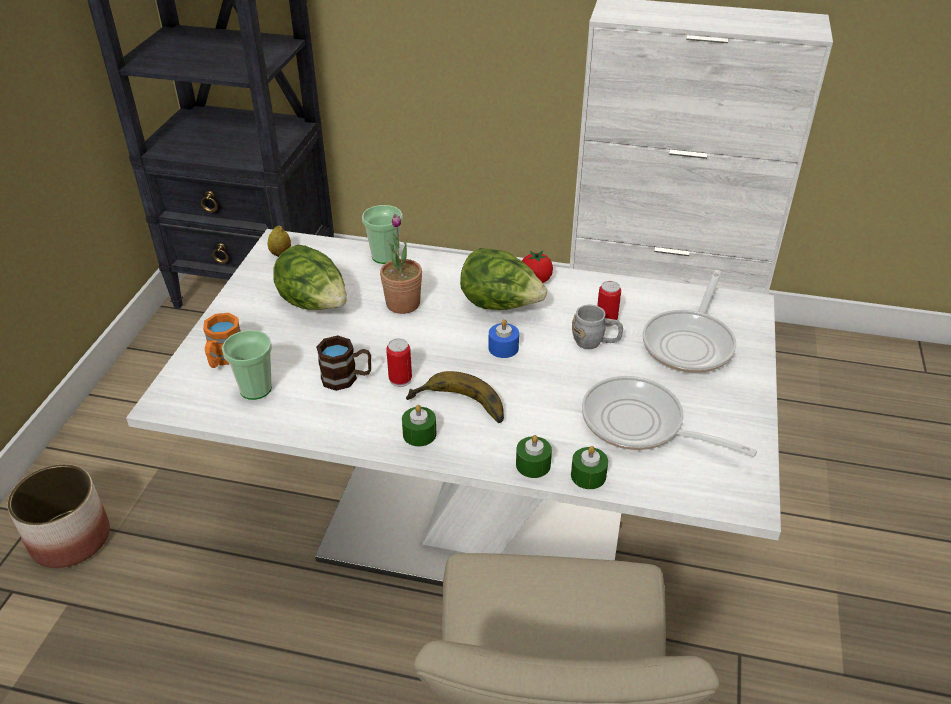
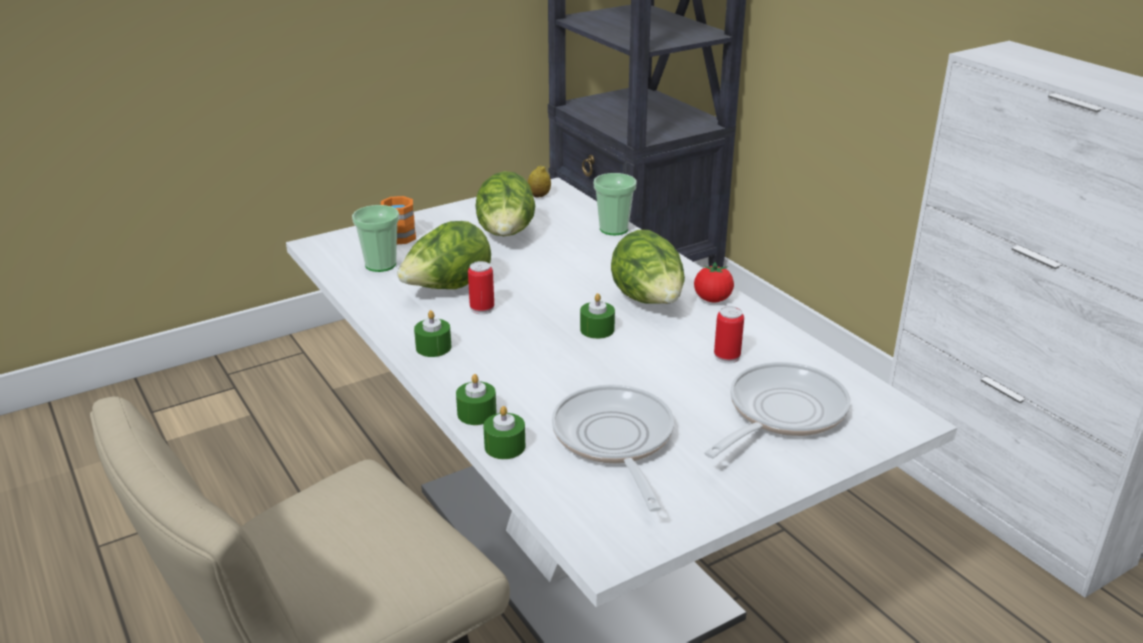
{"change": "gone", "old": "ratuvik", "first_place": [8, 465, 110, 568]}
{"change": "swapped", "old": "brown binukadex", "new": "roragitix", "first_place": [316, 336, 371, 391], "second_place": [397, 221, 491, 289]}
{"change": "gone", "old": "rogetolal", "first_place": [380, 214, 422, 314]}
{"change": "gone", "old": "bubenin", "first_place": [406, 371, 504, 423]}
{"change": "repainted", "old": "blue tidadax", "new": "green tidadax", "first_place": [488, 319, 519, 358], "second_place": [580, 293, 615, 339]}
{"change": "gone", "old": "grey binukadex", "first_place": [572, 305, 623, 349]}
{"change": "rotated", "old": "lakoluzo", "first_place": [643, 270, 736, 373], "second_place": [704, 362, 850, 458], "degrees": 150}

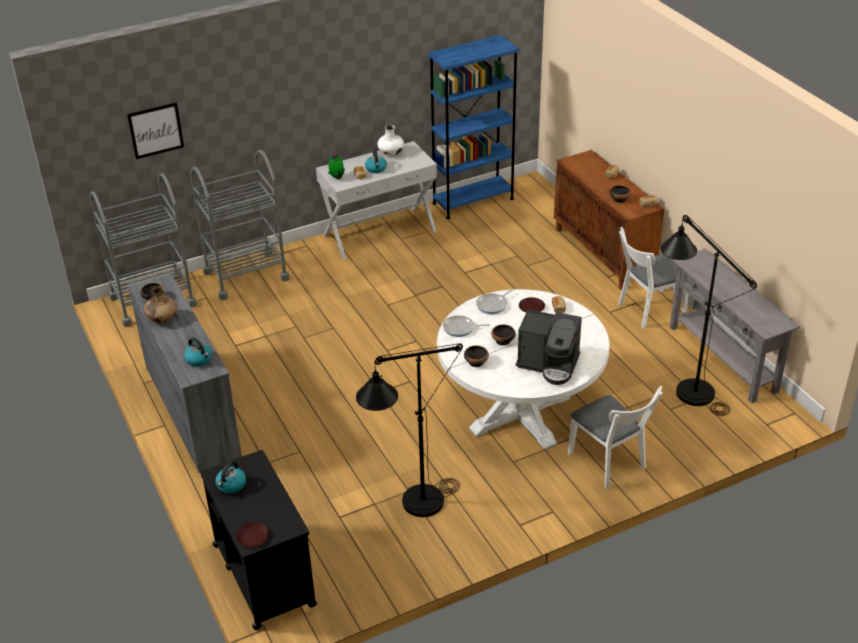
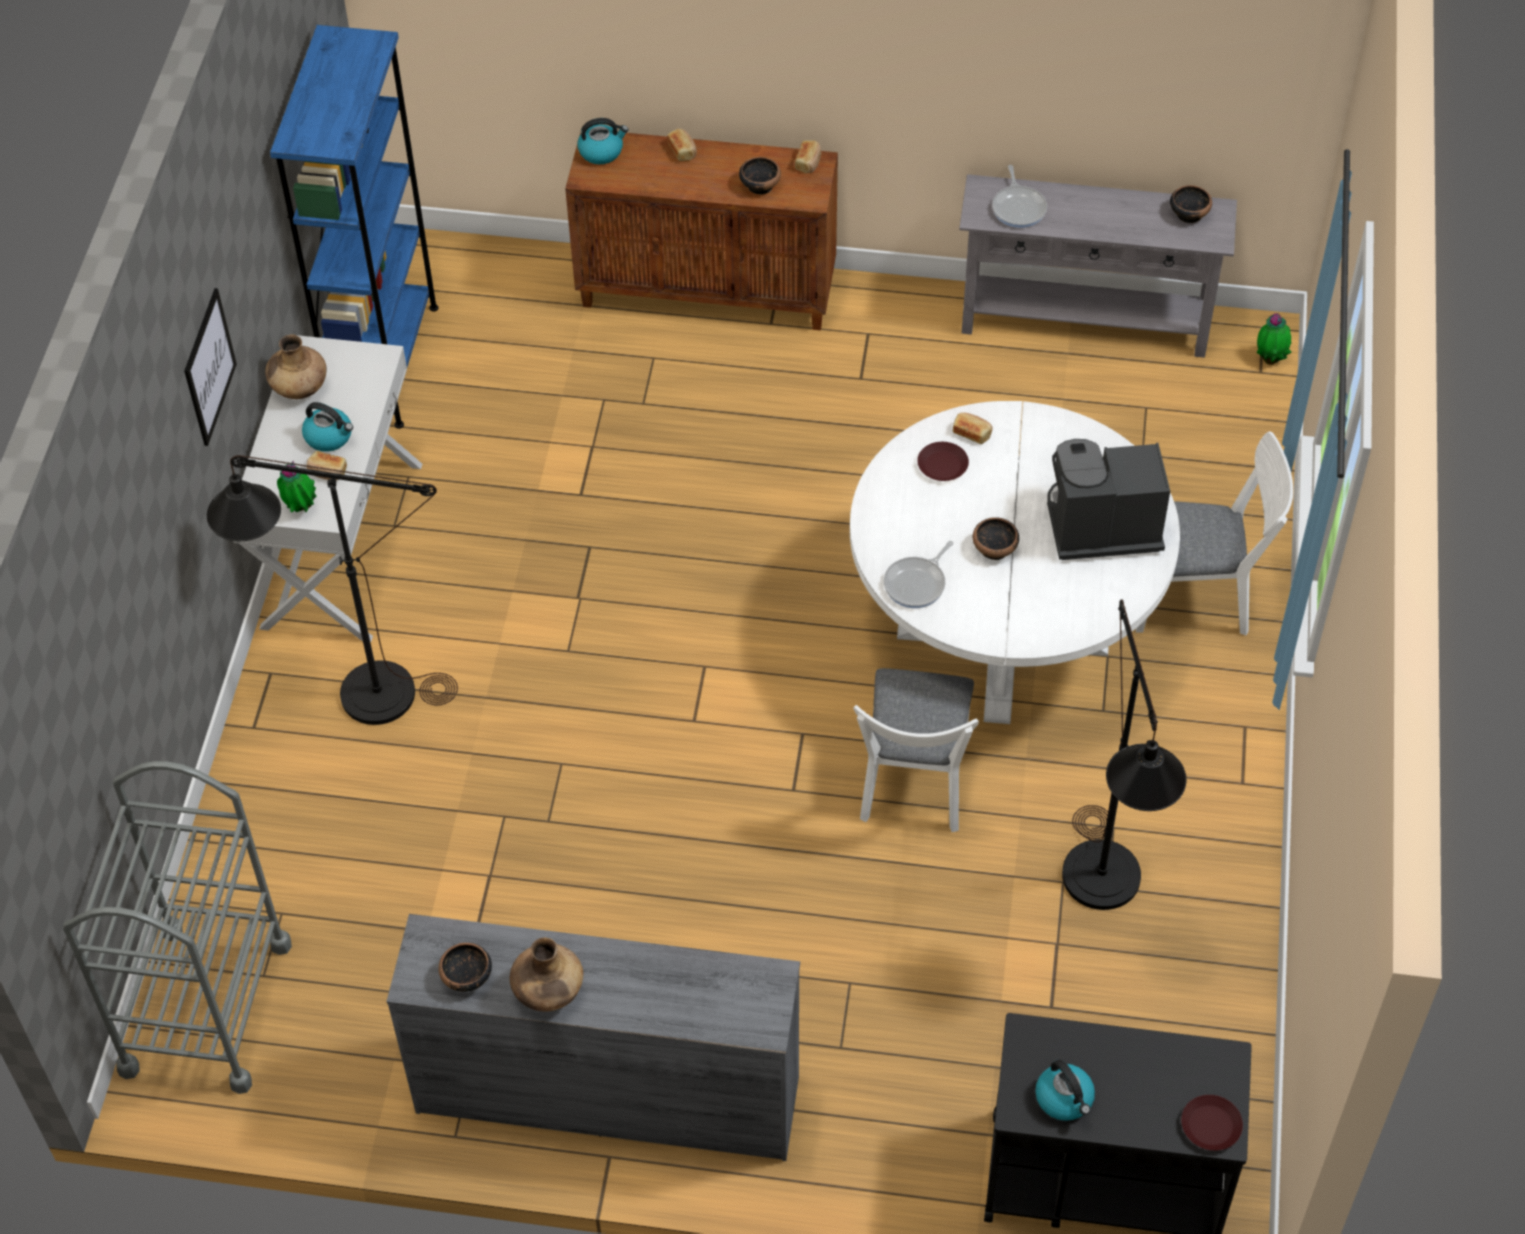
{"change": "shifted", "old": "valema", "first_place": [127, 102, 184, 159], "second_place": [184, 288, 237, 446]}
{"change": "shifted", "old": "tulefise", "first_place": [184, 337, 212, 366], "second_place": [577, 118, 629, 164]}
{"change": "gone", "old": "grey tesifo", "first_place": [190, 150, 290, 300]}
{"change": "repainted", "old": "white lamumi", "new": "brown lamumi", "first_place": [377, 125, 404, 156], "second_place": [265, 334, 326, 399]}
{"change": "shifted", "old": "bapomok", "first_place": [464, 345, 489, 367], "second_place": [1170, 185, 1212, 223]}
{"change": "shifted", "old": "lakoluzo", "first_place": [476, 289, 514, 314], "second_place": [992, 165, 1047, 228]}
{"change": "rotated", "old": "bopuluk", "first_place": [516, 310, 582, 385], "second_place": [1047, 439, 1170, 560], "degrees": -150}
{"change": "shifted", "old": "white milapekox", "first_place": [618, 227, 689, 328], "second_place": [853, 668, 979, 832]}
{"change": "shifted", "old": "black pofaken", "first_place": [660, 215, 757, 416], "second_place": [207, 455, 458, 725]}
{"change": "new", "new": "rogetolal", "second_place": [1257, 313, 1292, 365]}

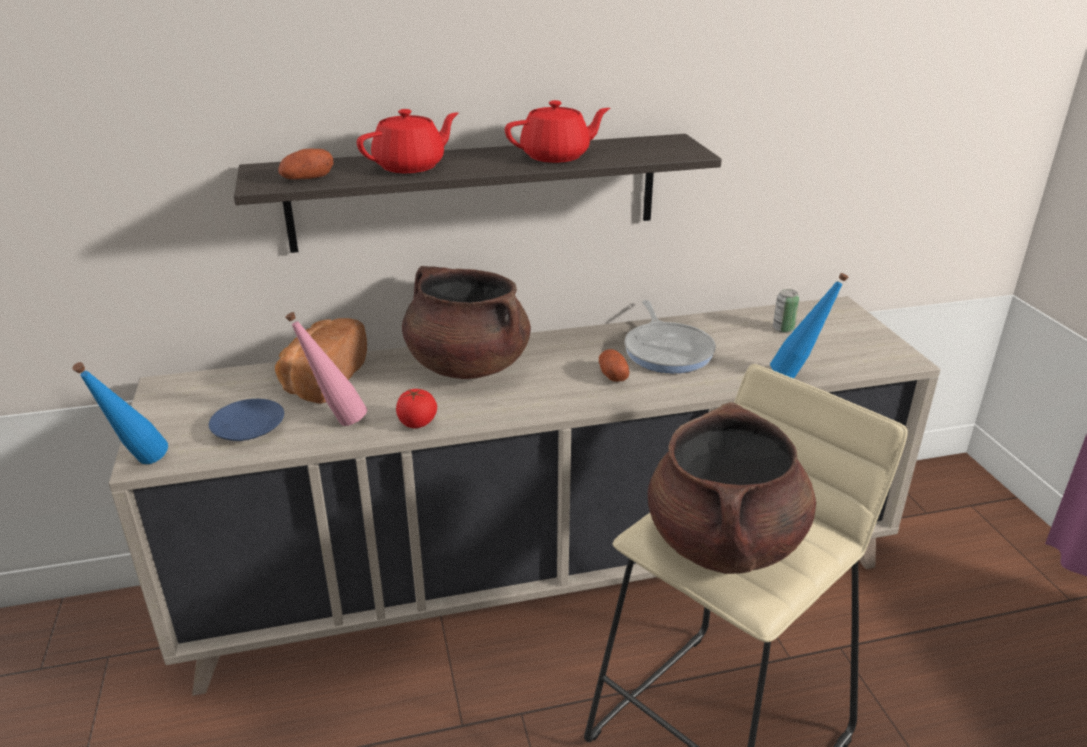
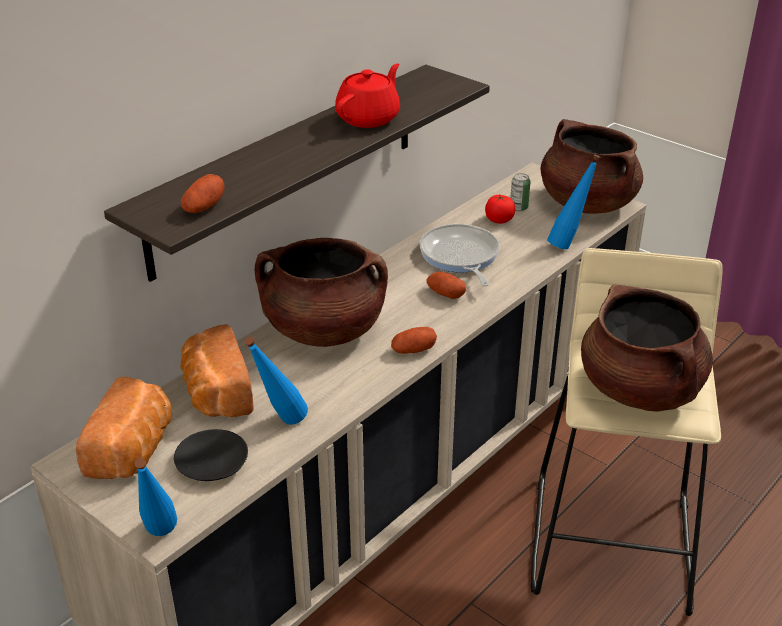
{"change": "repainted", "old": "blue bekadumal", "new": "black bekadumal", "first_place": [209, 399, 284, 441], "second_place": [174, 429, 248, 481]}
{"change": "repainted", "old": "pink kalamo", "new": "blue kalamo", "first_place": [285, 312, 367, 426], "second_place": [245, 337, 308, 425]}
{"change": "gone", "old": "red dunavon", "first_place": [357, 109, 458, 173]}
{"change": "shifted", "old": "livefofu", "first_place": [396, 389, 437, 428], "second_place": [485, 194, 515, 224]}
{"change": "rotated", "old": "lakoluzo", "first_place": [625, 300, 716, 373], "second_place": [420, 224, 500, 286], "degrees": -150}
{"change": "new", "new": "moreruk", "second_place": [76, 377, 172, 479]}
{"change": "new", "new": "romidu", "second_place": [391, 327, 437, 354]}
{"change": "new", "new": "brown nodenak", "second_place": [541, 119, 643, 214]}

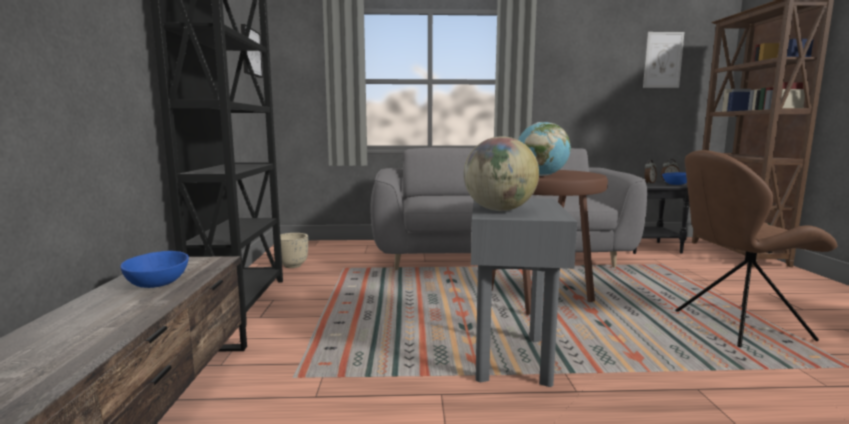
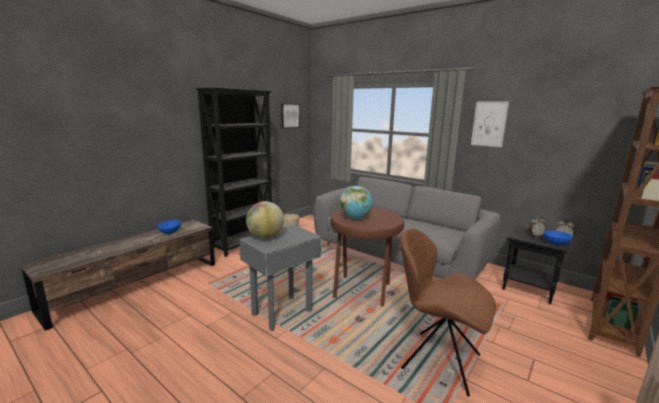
{"change": "shifted", "old": "valema", "first_place": [643, 32, 685, 88], "second_place": [471, 101, 509, 147]}

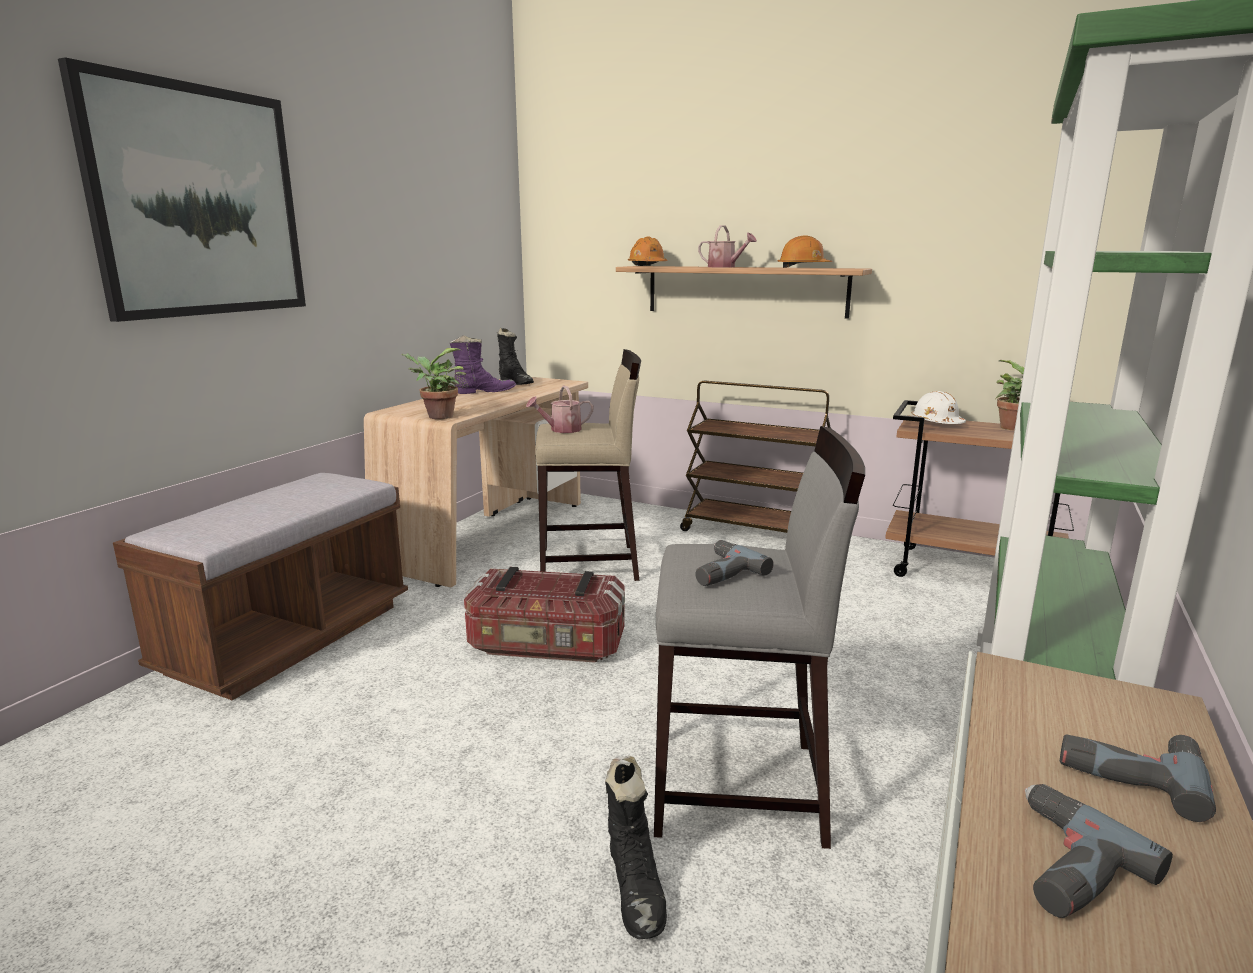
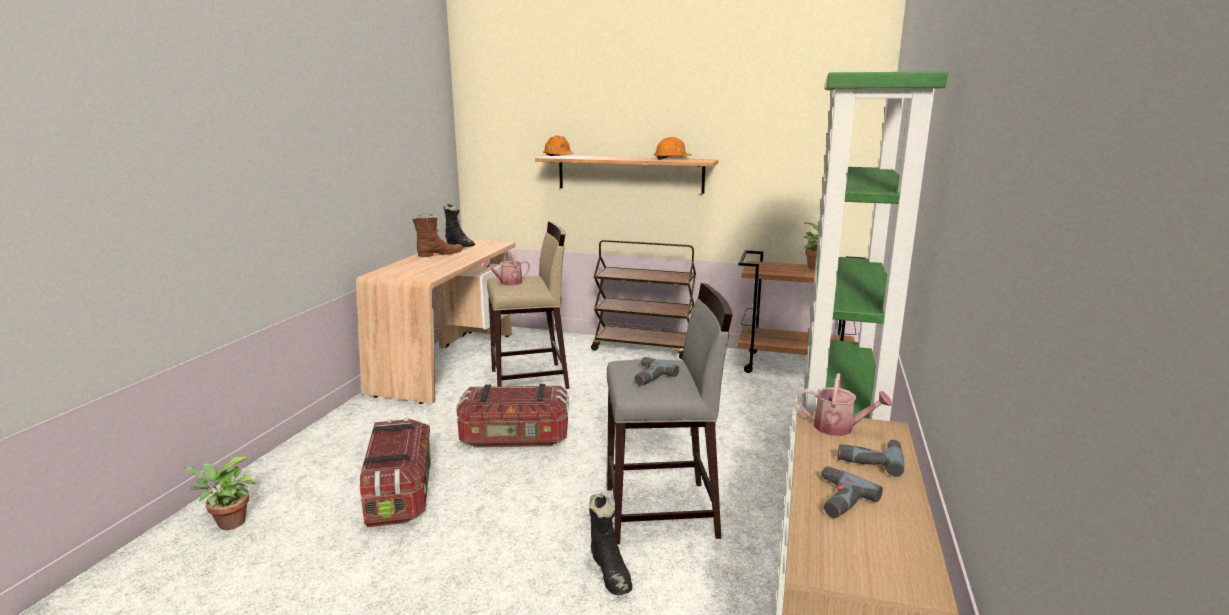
{"change": "gone", "old": "valema", "first_place": [58, 57, 306, 322]}
{"change": "gone", "old": "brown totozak", "first_place": [113, 473, 408, 700]}
{"change": "shifted", "old": "rogetolal", "first_place": [402, 348, 466, 419], "second_place": [184, 456, 255, 530]}
{"change": "repainted", "old": "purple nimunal", "new": "brown nimunal", "first_place": [450, 335, 516, 394], "second_place": [413, 213, 464, 257]}
{"change": "shifted", "old": "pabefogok", "first_place": [698, 225, 757, 268], "second_place": [797, 373, 893, 436]}
{"change": "gone", "old": "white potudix", "first_place": [911, 391, 966, 424]}
{"change": "new", "new": "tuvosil", "second_place": [360, 418, 431, 528]}

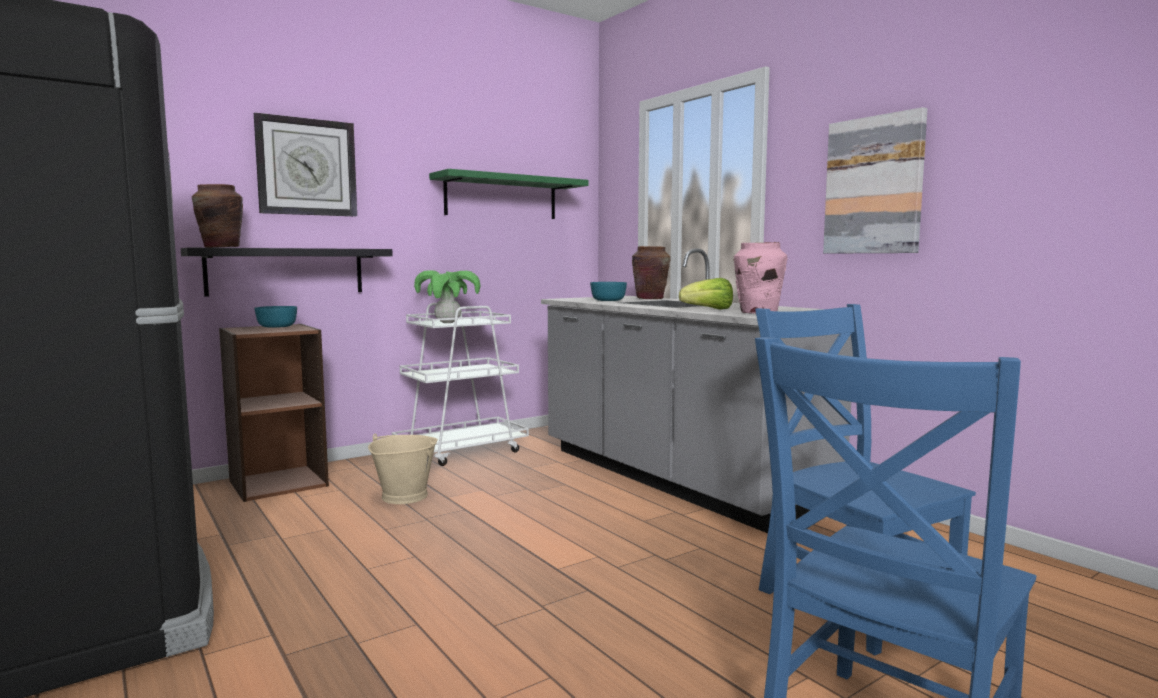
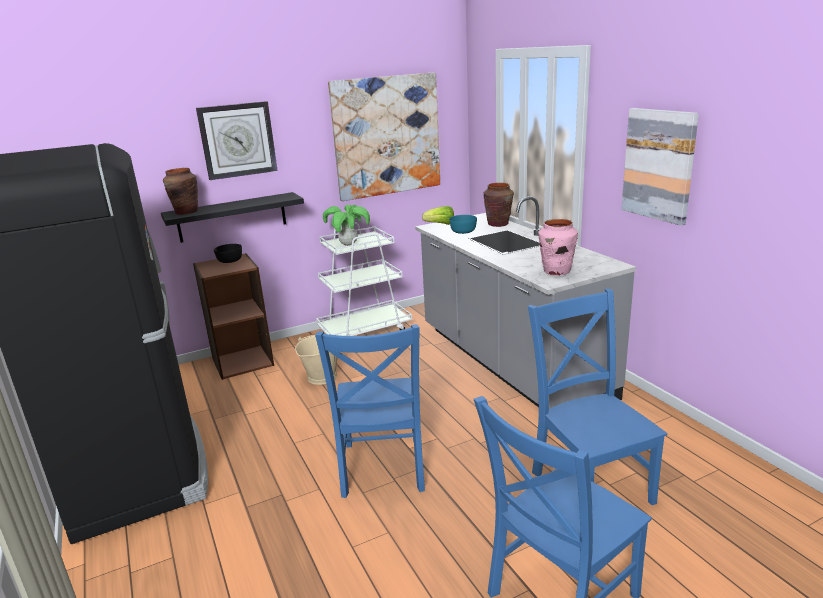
{"change": "repainted", "old": "turquoise bapomok", "new": "black bapomok", "first_place": [254, 306, 297, 328], "second_place": [214, 244, 242, 263]}
{"change": "swapped", "old": "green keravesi", "new": "valema", "first_place": [429, 169, 589, 219], "second_place": [328, 73, 440, 201]}
{"change": "shifted", "old": "roragitix", "first_place": [679, 278, 733, 310], "second_place": [422, 206, 454, 225]}
{"change": "new", "new": "blue milapekox", "second_place": [315, 324, 425, 498]}

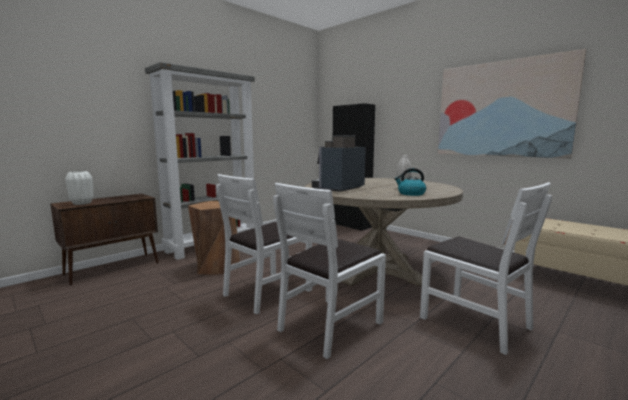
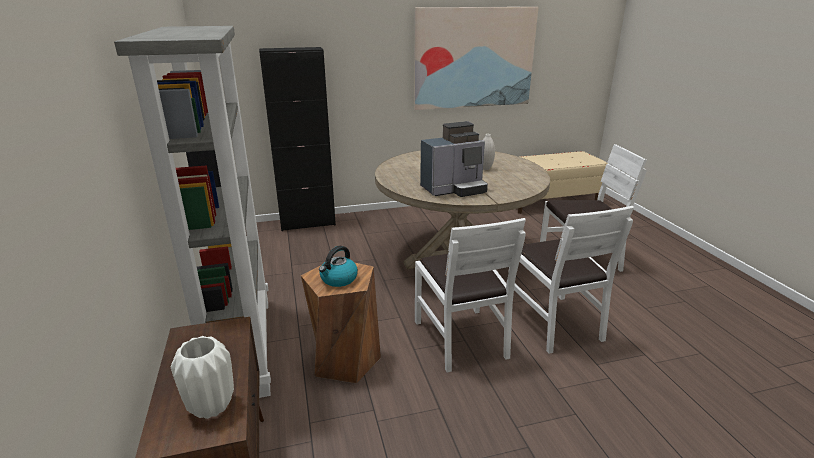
{"change": "rotated", "old": "bopuluk", "first_place": [312, 135, 366, 192], "second_place": [420, 121, 488, 197], "degrees": -90}
{"change": "shifted", "old": "tulefise", "first_place": [394, 168, 426, 196], "second_place": [319, 246, 358, 287]}

